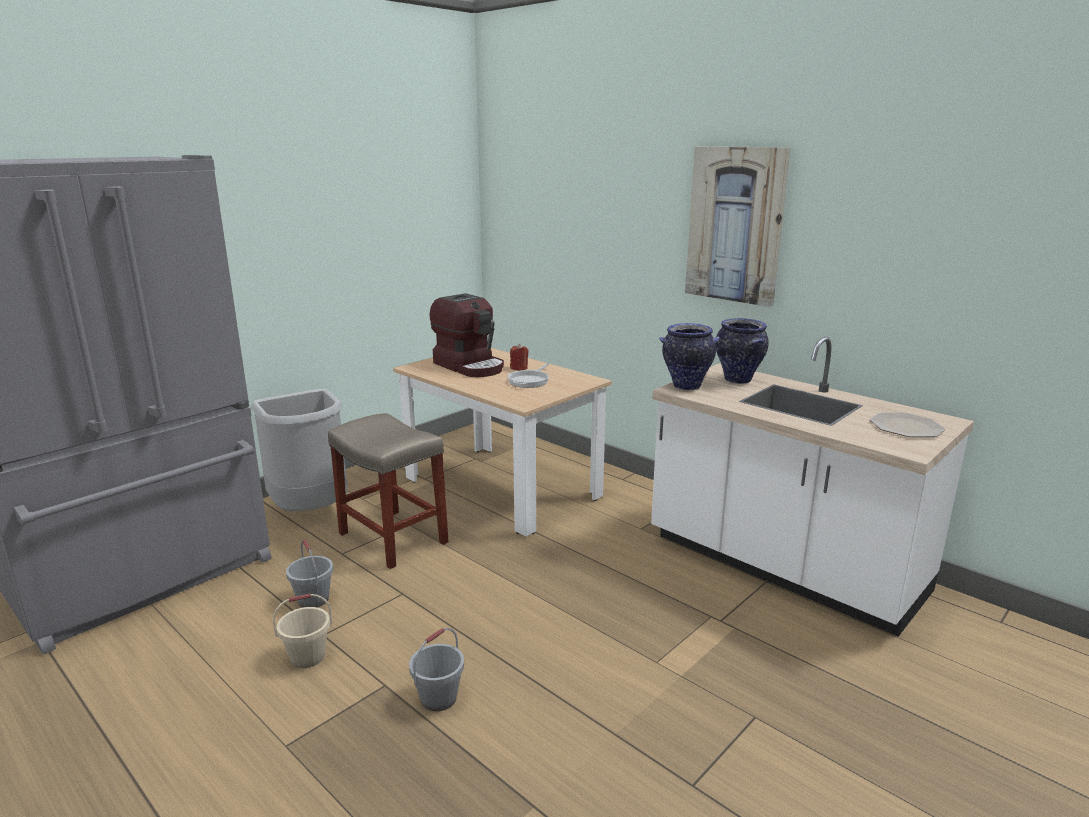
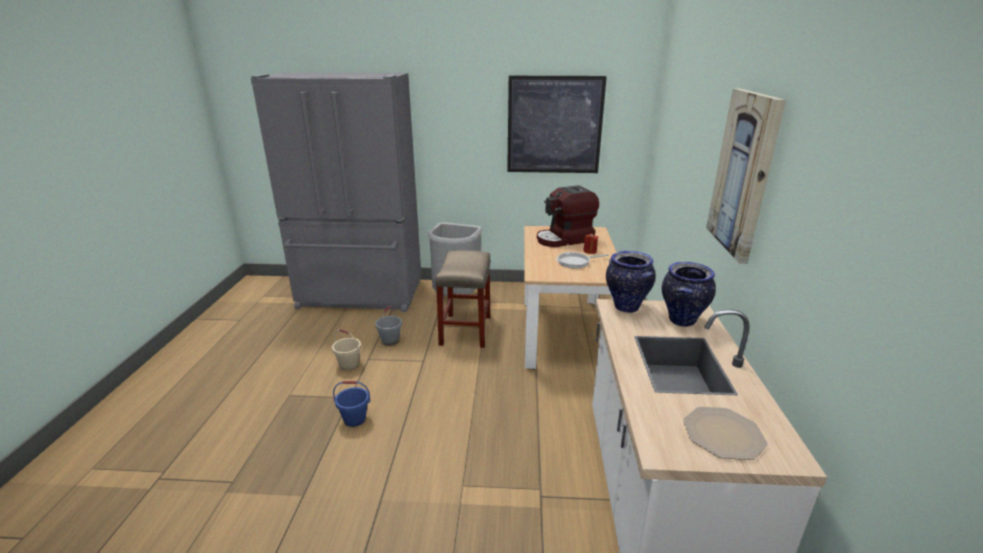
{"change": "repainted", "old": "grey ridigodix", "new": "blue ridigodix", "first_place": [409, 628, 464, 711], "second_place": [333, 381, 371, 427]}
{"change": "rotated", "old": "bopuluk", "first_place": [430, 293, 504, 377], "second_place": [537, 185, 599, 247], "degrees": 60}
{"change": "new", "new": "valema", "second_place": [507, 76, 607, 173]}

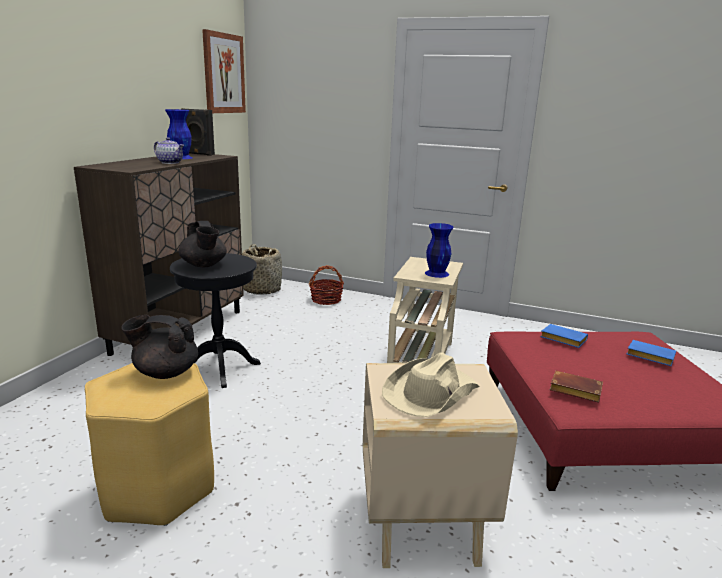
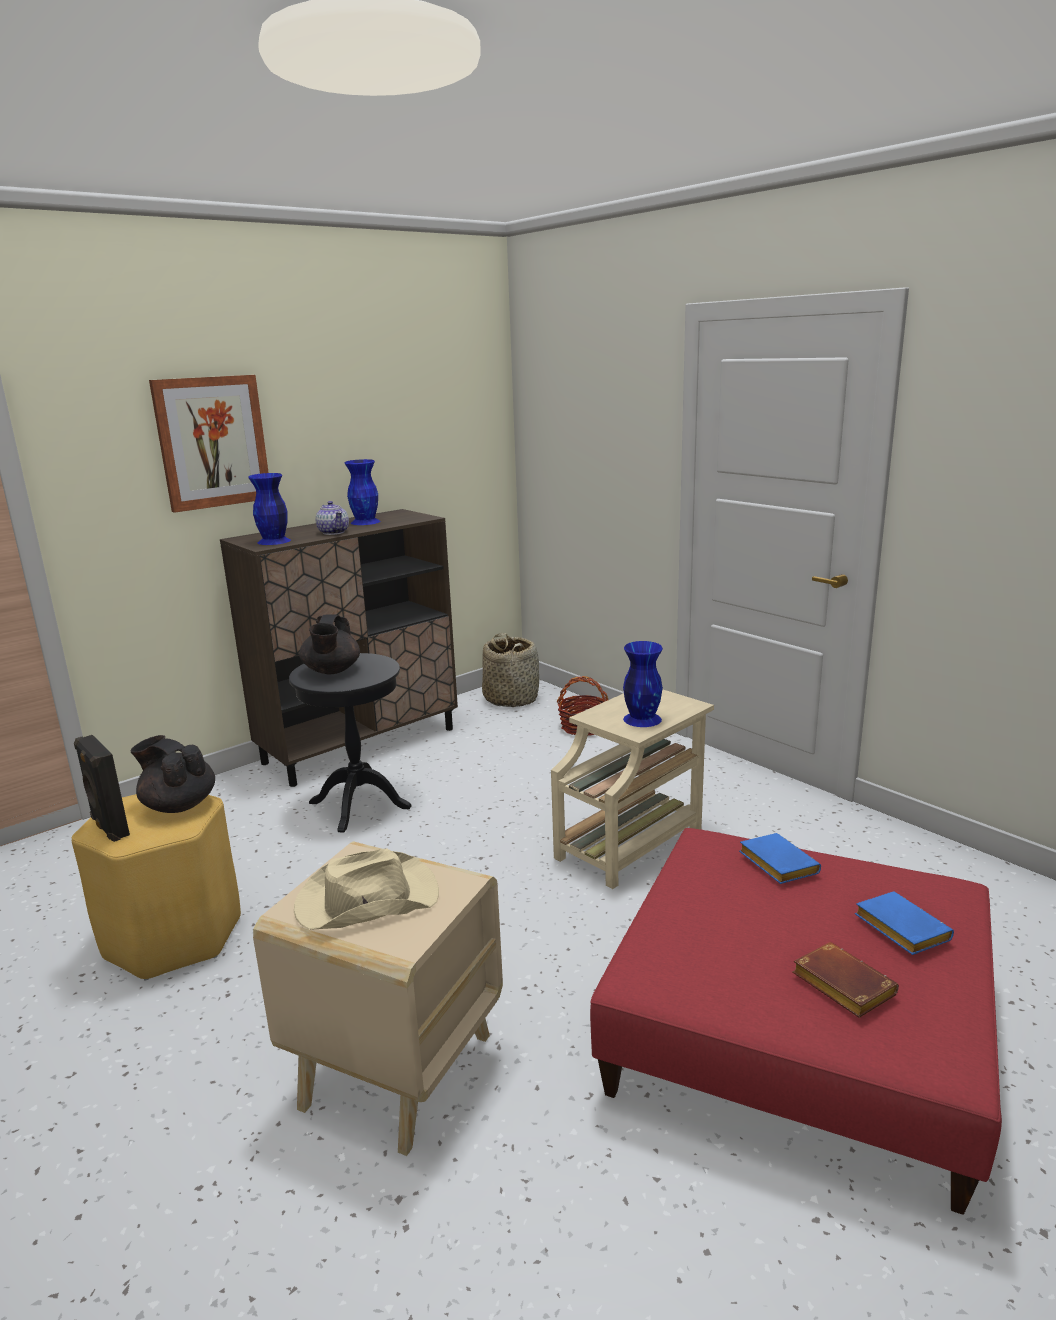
{"change": "shifted", "old": "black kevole", "first_place": [181, 108, 215, 156], "second_place": [74, 735, 130, 842]}
{"change": "shifted", "old": "valema", "first_place": [202, 29, 246, 113], "second_place": [149, 375, 269, 513]}
{"change": "shifted", "old": "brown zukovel", "first_place": [550, 371, 603, 403], "second_place": [792, 942, 899, 1018]}
{"change": "new", "new": "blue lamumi", "second_place": [248, 473, 291, 545]}

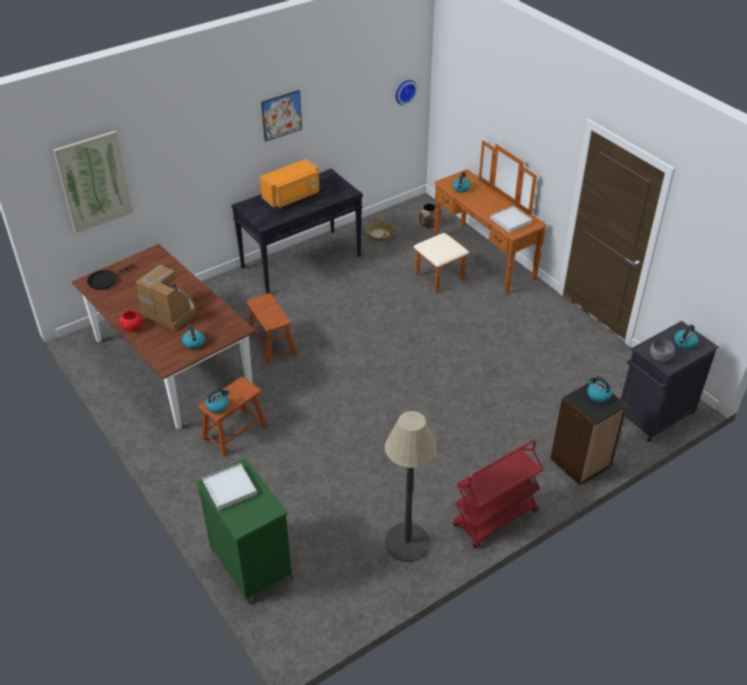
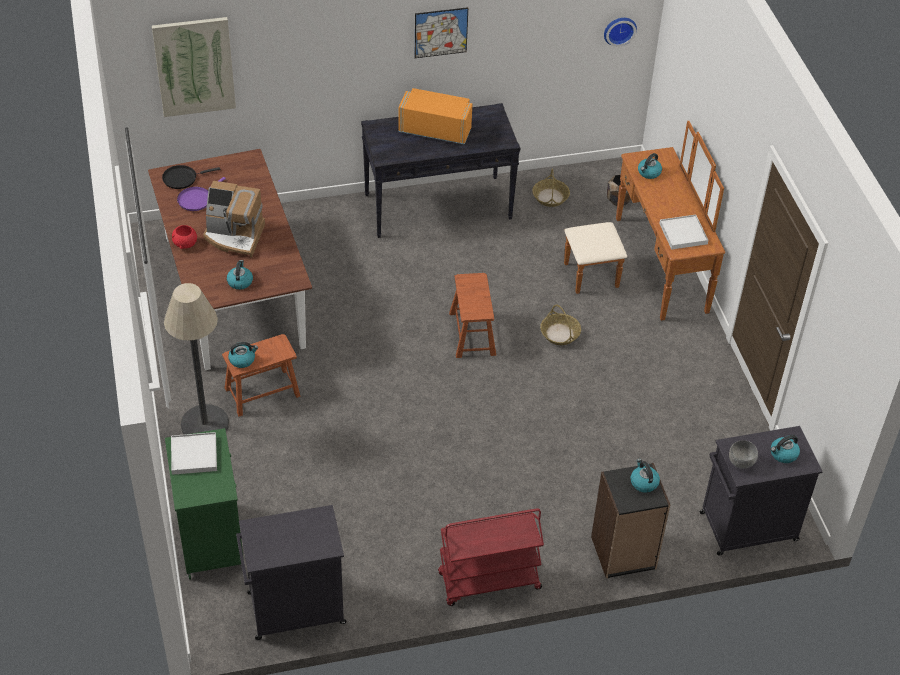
{"change": "rotated", "old": "bopuluk", "first_place": [136, 264, 196, 331], "second_place": [203, 181, 265, 257], "degrees": 135}
{"change": "shifted", "old": "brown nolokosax", "first_place": [246, 293, 297, 365], "second_place": [449, 273, 496, 358]}
{"change": "rotated", "old": "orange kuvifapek", "first_place": [260, 159, 319, 208], "second_place": [398, 88, 472, 145], "degrees": -150}
{"change": "shifted", "old": "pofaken", "first_place": [384, 411, 437, 562], "second_place": [164, 283, 229, 435]}
{"change": "new", "new": "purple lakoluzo", "second_place": [177, 177, 226, 211]}
{"change": "new", "new": "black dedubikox", "second_place": [236, 505, 347, 640]}
{"change": "new", "new": "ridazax", "second_place": [540, 305, 581, 345]}

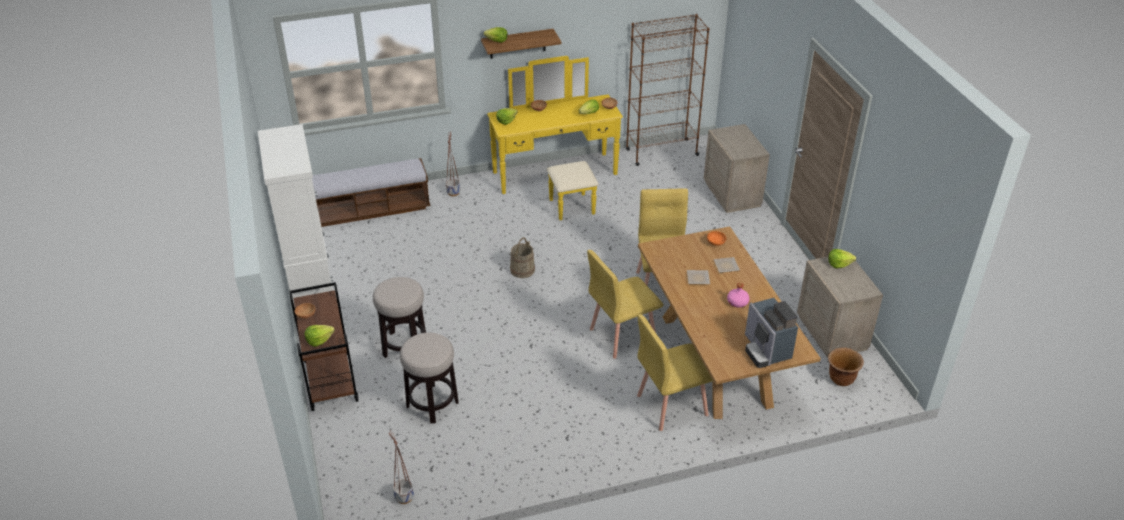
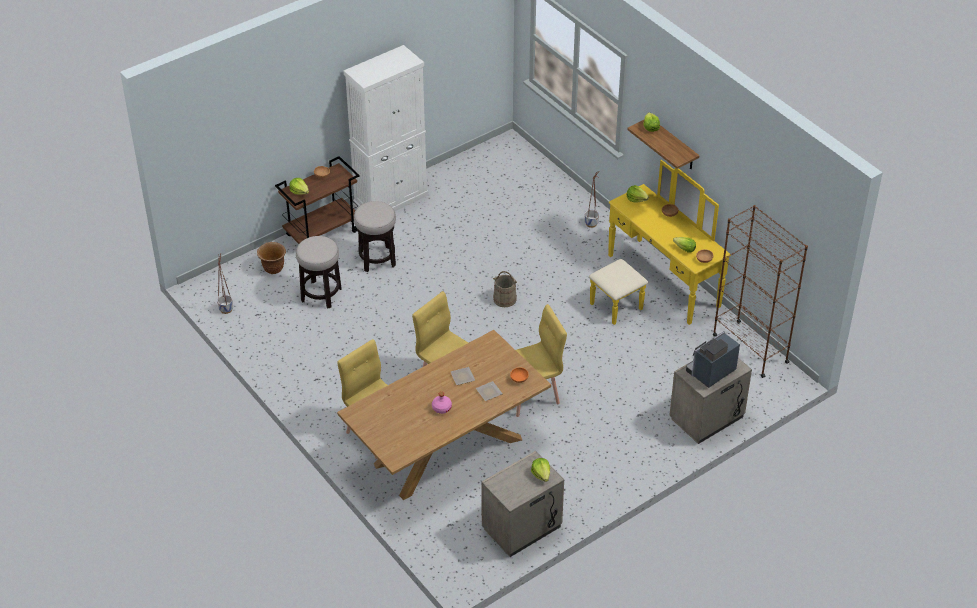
{"change": "gone", "old": "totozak", "first_place": [312, 158, 430, 227]}
{"change": "shifted", "old": "bopuluk", "first_place": [745, 298, 798, 368], "second_place": [686, 331, 740, 388]}
{"change": "shifted", "old": "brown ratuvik", "first_place": [828, 348, 864, 386], "second_place": [257, 242, 286, 274]}

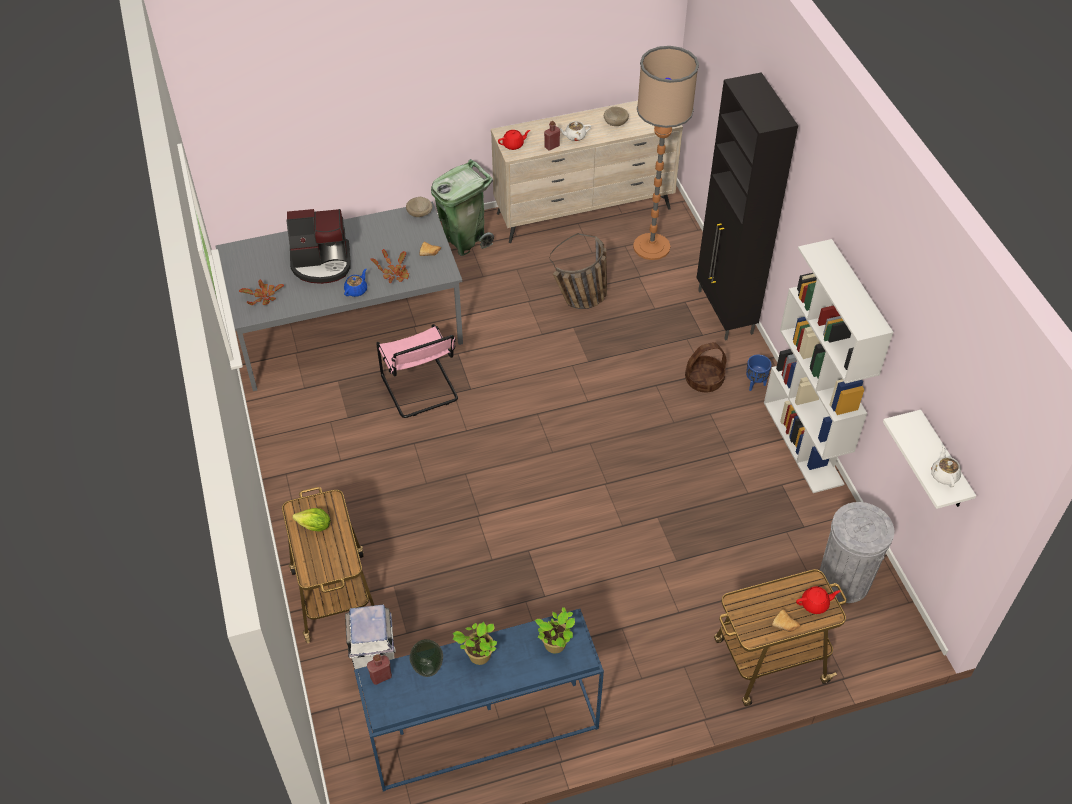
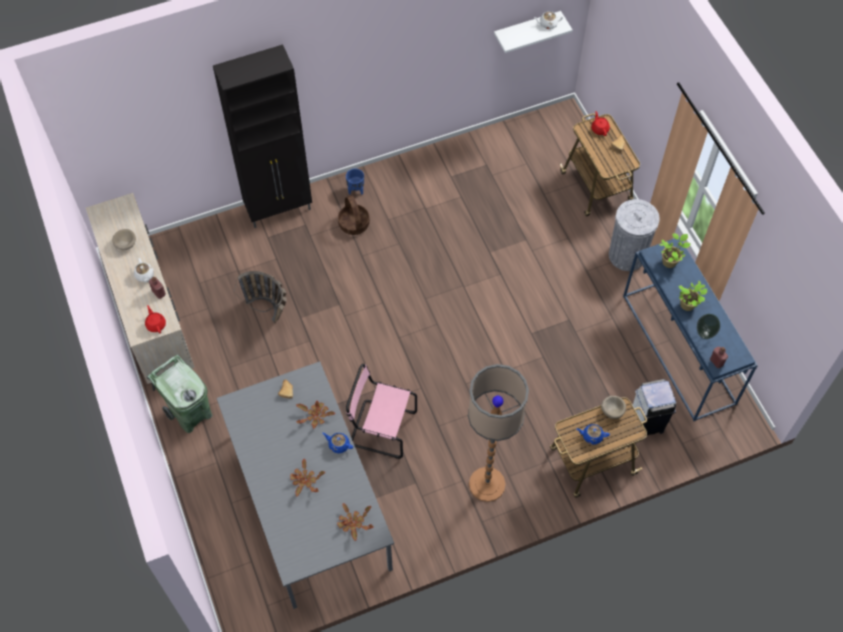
{"change": "swapped", "old": "bopuluk", "new": "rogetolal", "first_place": [286, 209, 351, 284], "second_place": [290, 459, 325, 496]}
{"change": "swapped", "old": "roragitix", "new": "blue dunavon", "first_place": [292, 508, 330, 532], "second_place": [577, 424, 610, 445]}
{"change": "rotated", "old": "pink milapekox", "first_place": [376, 324, 458, 418], "second_place": [346, 364, 417, 459], "degrees": -135}
{"change": "shifted", "old": "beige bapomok", "first_place": [406, 197, 433, 217], "second_place": [601, 396, 626, 419]}
{"change": "shifted", "old": "pofaken", "first_place": [633, 46, 699, 260], "second_place": [468, 364, 529, 502]}
{"change": "gone", "old": "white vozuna", "first_place": [764, 239, 893, 493]}
{"change": "shifted", "old": "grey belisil", "first_place": [820, 502, 894, 603], "second_place": [609, 199, 660, 271]}

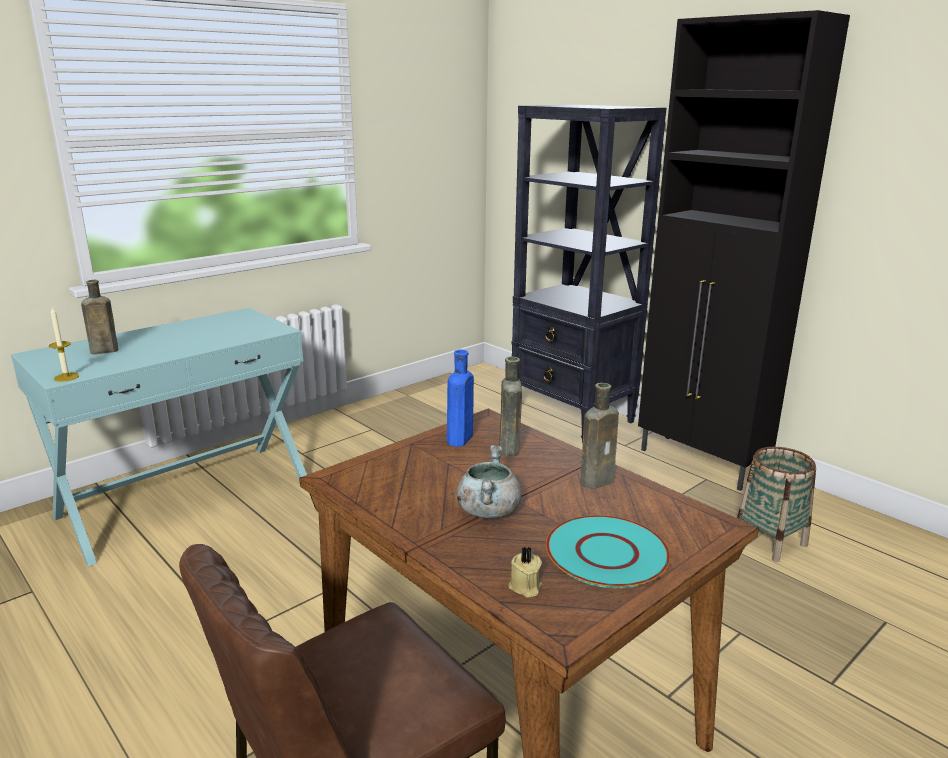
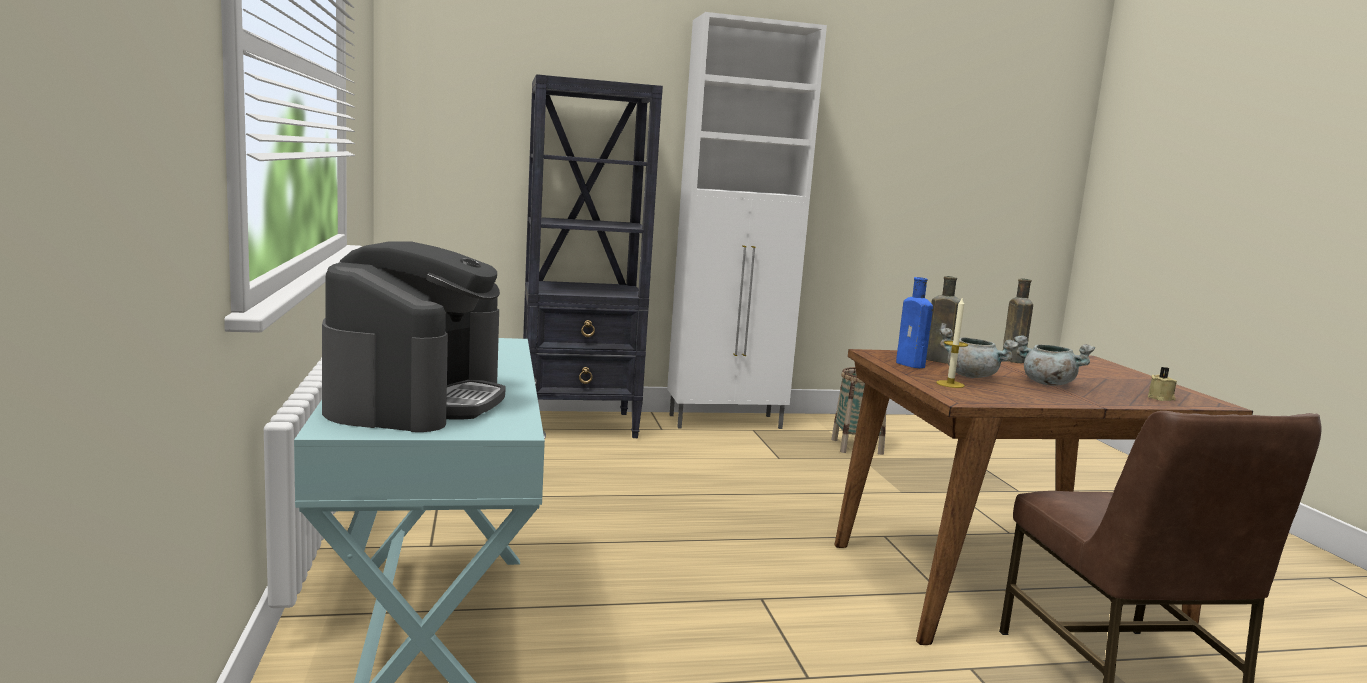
{"change": "shifted", "old": "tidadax", "first_place": [49, 307, 79, 382], "second_place": [936, 298, 968, 388]}
{"change": "swapped", "old": "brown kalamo", "new": "bopuluk", "first_place": [81, 280, 118, 354], "second_place": [322, 241, 506, 432]}
{"change": "gone", "old": "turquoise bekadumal", "first_place": [546, 515, 670, 588]}
{"change": "repainted", "old": "black dedubikox", "new": "white dedubikox", "first_place": [638, 10, 850, 491], "second_place": [667, 12, 827, 429]}
{"change": "new", "new": "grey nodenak", "second_place": [939, 328, 1019, 378]}

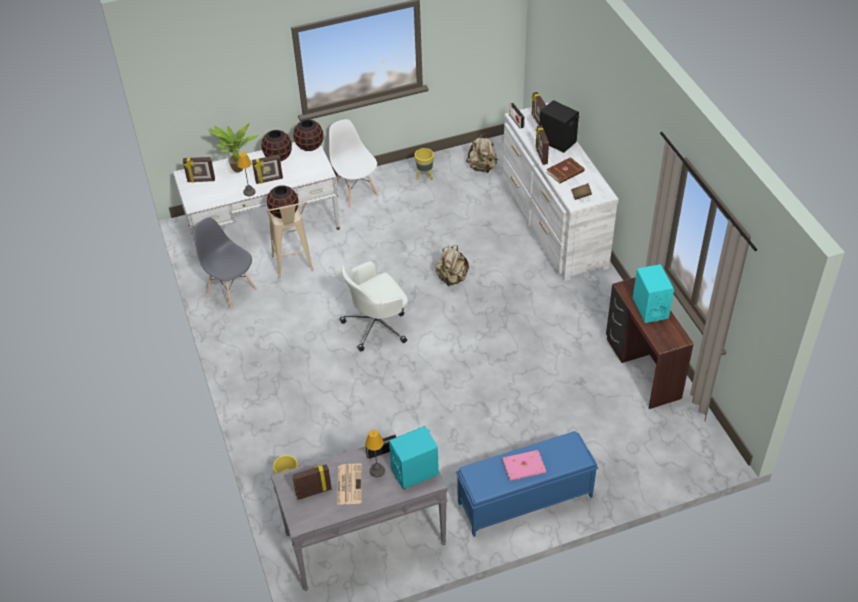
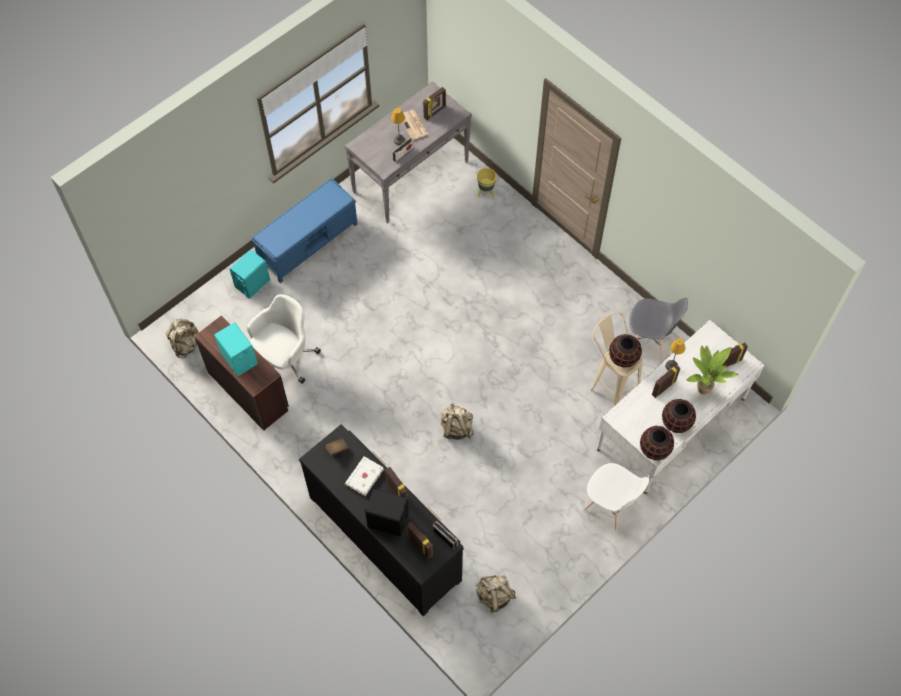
{"change": "shifted", "old": "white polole", "first_place": [340, 261, 408, 351], "second_place": [247, 294, 321, 384]}
{"change": "shifted", "old": "turquoise kevole", "first_place": [389, 426, 439, 490], "second_place": [229, 249, 270, 299]}
{"change": "gone", "old": "yellow ratuvik", "first_place": [415, 148, 434, 180]}
{"change": "gone", "old": "pink zukovel", "first_place": [502, 450, 546, 481]}
{"change": "repainted", "old": "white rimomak", "new": "black rimomak", "first_place": [503, 103, 619, 281], "second_place": [299, 424, 464, 616]}
{"change": "repainted", "old": "brown zukovel", "new": "white zukovel", "first_place": [546, 157, 585, 183], "second_place": [345, 456, 384, 496]}
{"change": "new", "new": "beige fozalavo", "second_place": [166, 319, 198, 358]}

